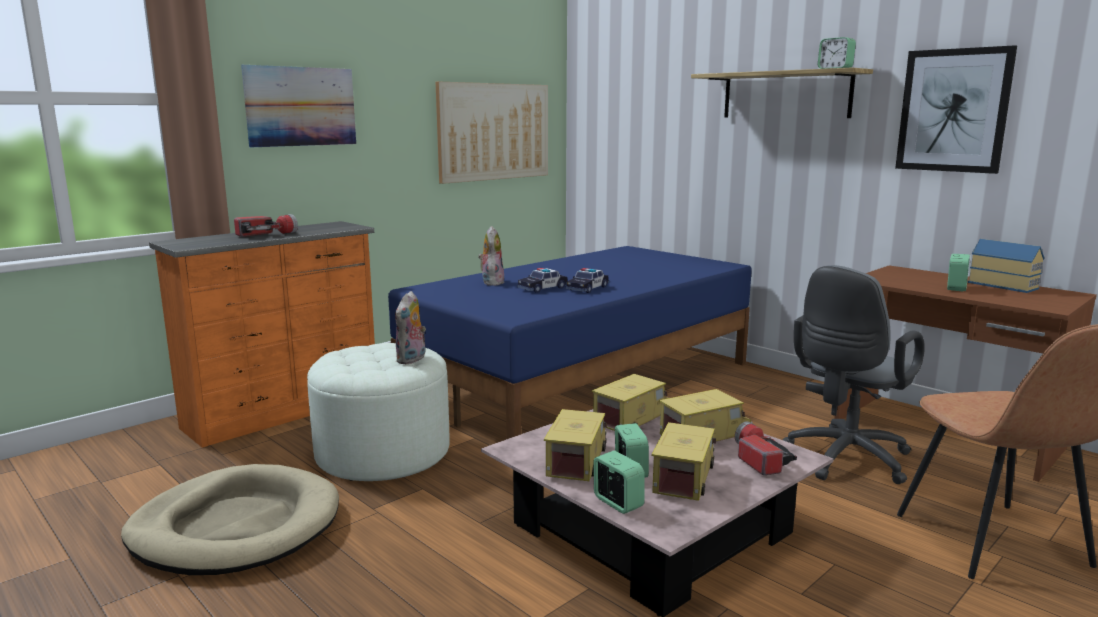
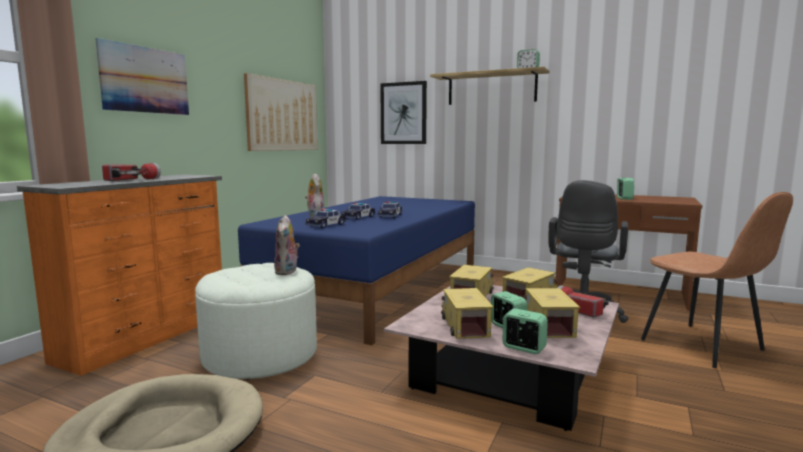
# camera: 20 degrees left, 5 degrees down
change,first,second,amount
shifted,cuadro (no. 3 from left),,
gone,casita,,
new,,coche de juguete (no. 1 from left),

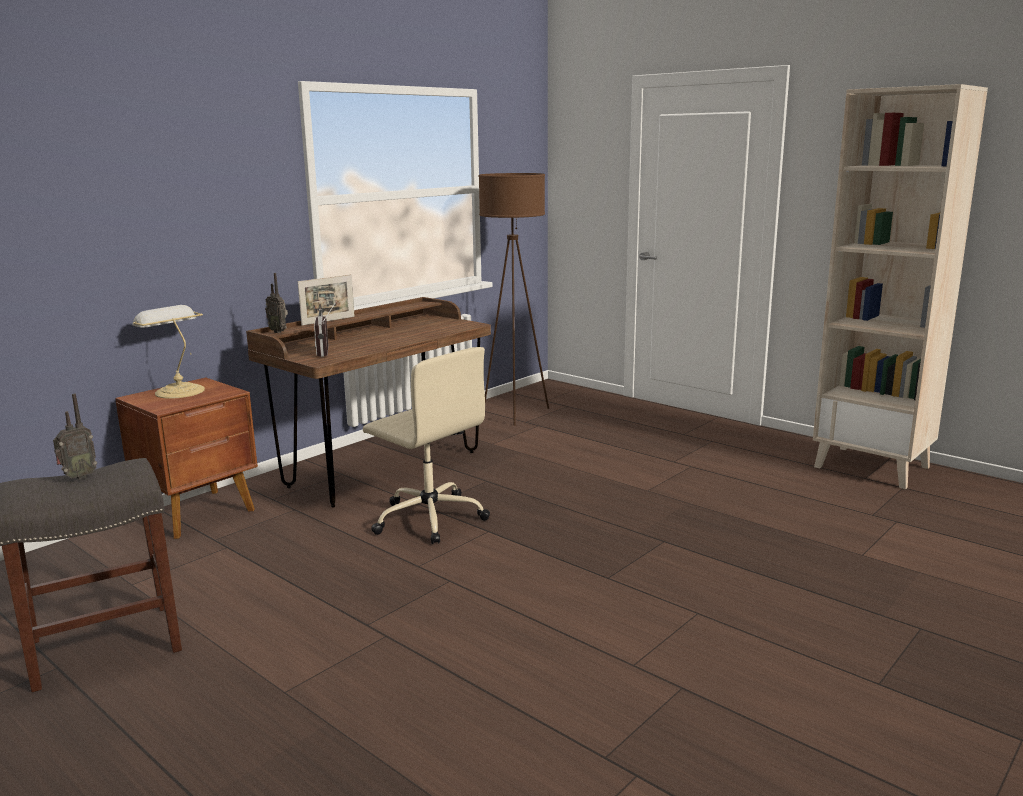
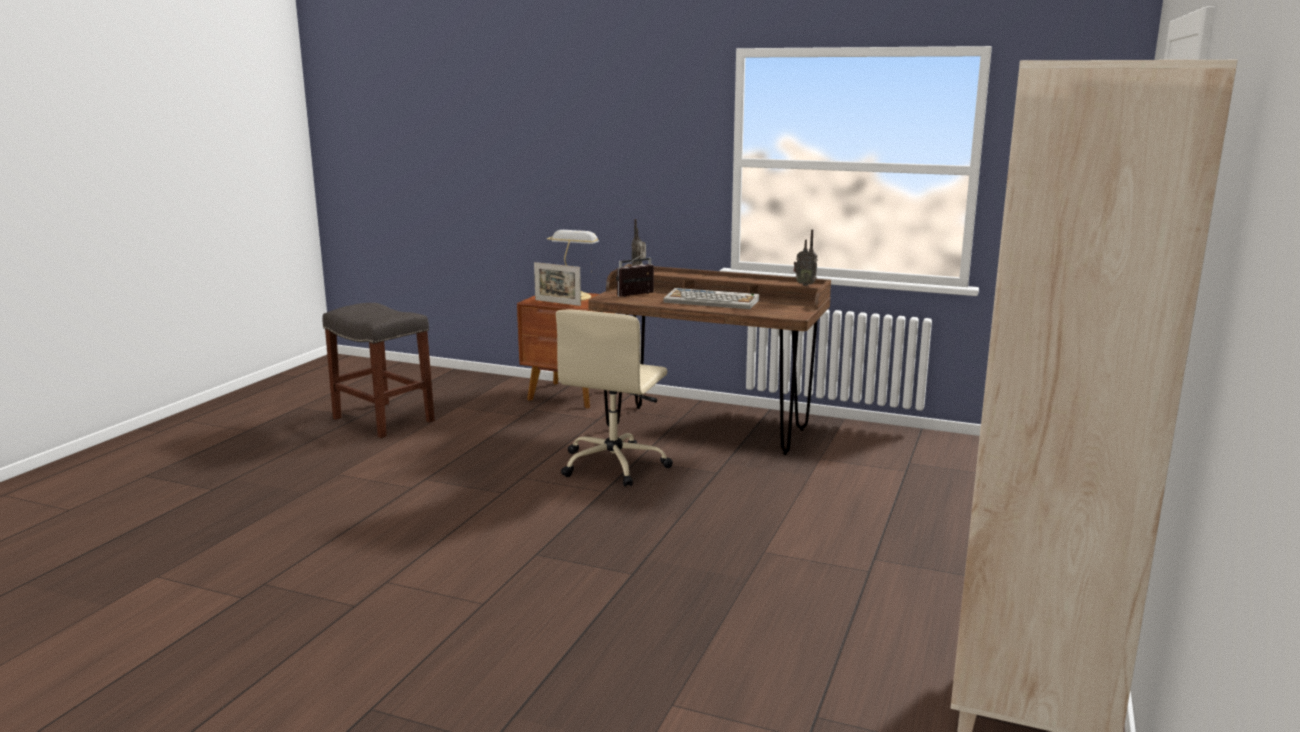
# camera: 70 degrees right, 0 degrees up
change,first,second,amount
shifted,radio (no. 1 from left in the first image),radio (no. 3 from left),
shifted,portarretratos,,
gone,lámpara de pie/marrón,,
new,,teclado,

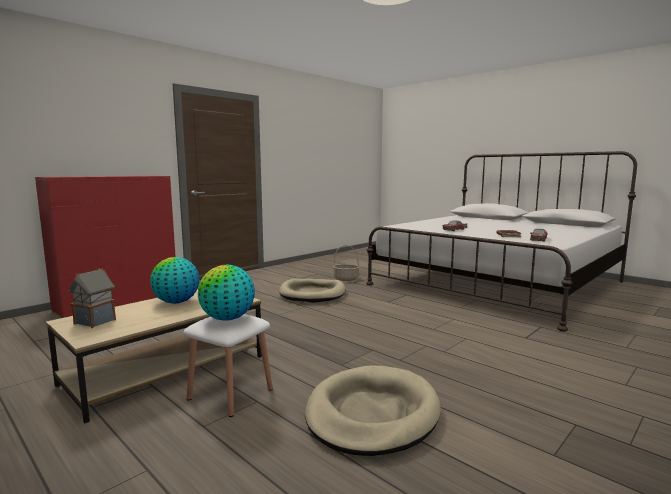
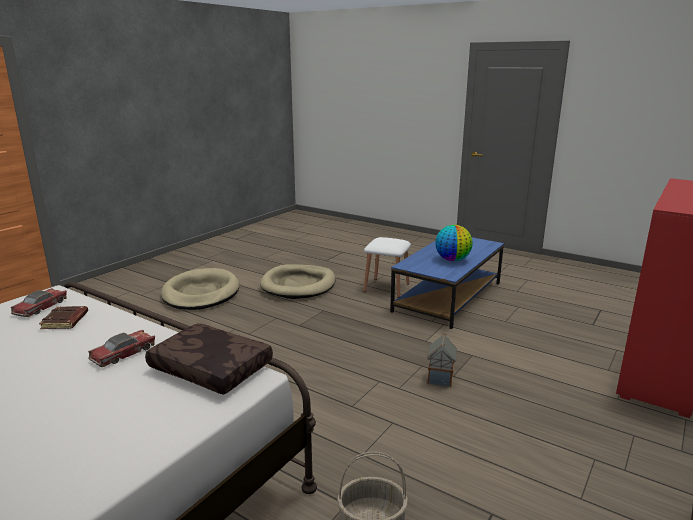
# camera: 170 degrees right, 10 degrees up
change,first,second,amount
repainted,mesa de centro/beis,mesa de centro/azul,
shifted,casita,,
gone,globo terráqueo (no. 2 from left),,
shifted,cama para perro/beis (no. 1 from left),,
new,,cojín/marrón,

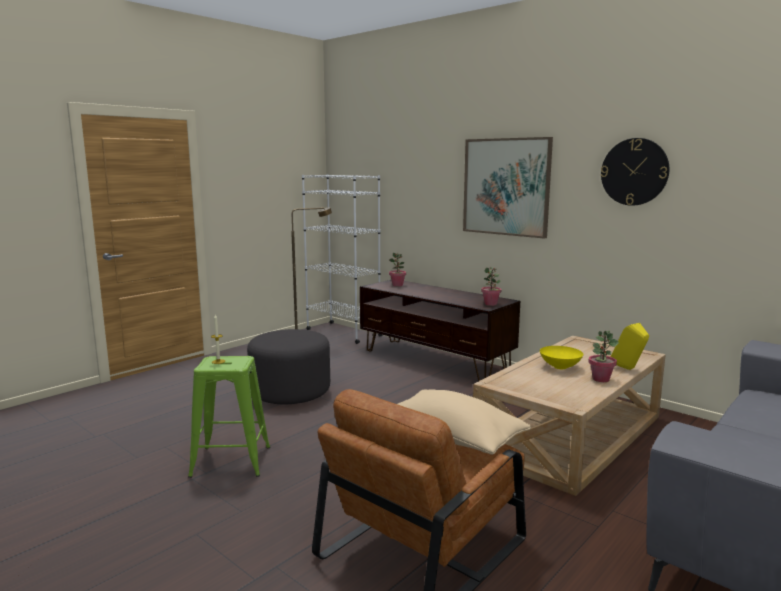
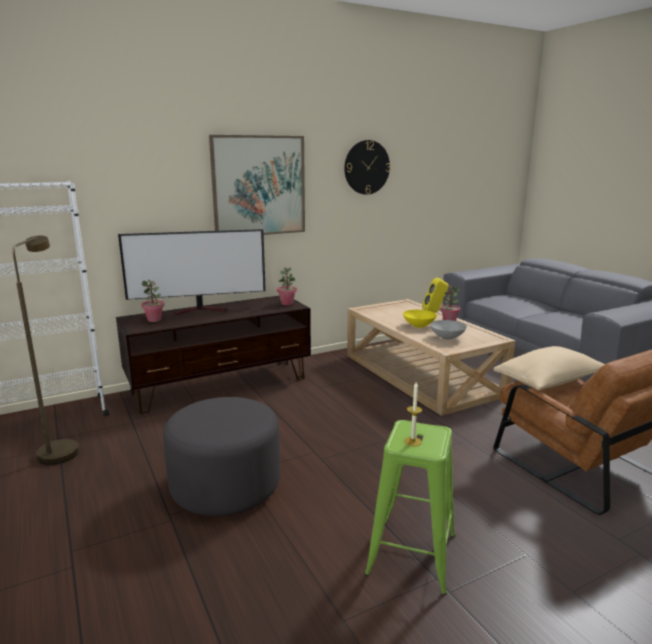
# camera: 70 degrees left, 5 degrees up
change,first,second,amount
new,,televisor,
new,,cuenco/gris,

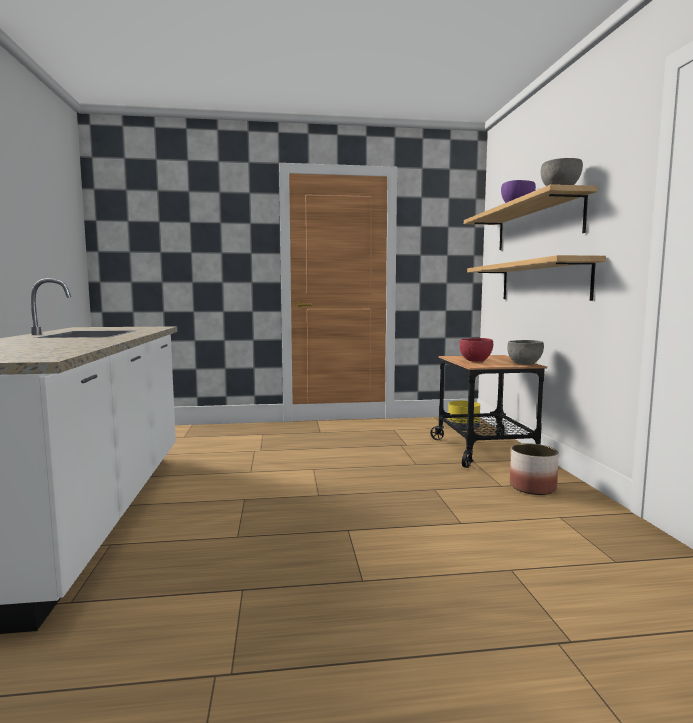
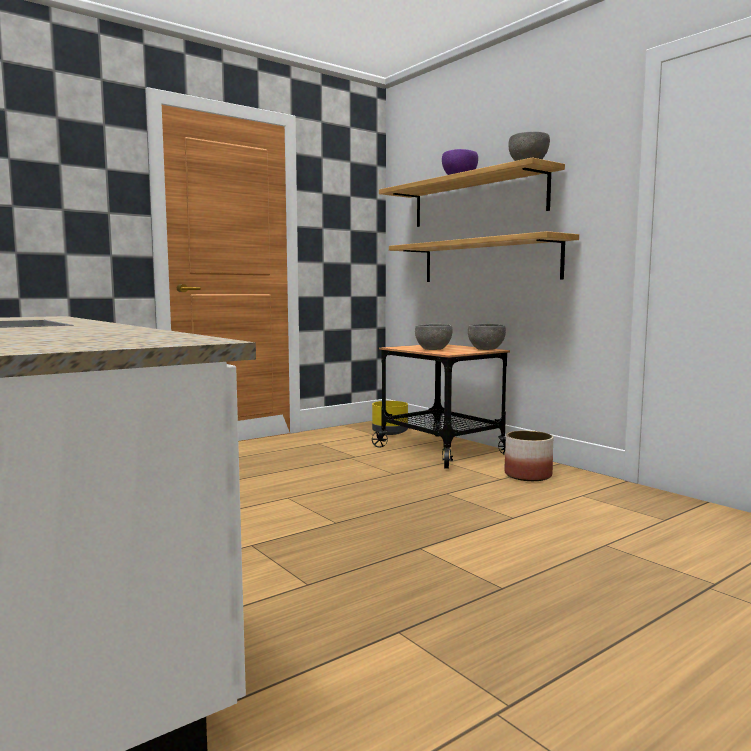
# camera: 30 degrees left, 0 degrees up
change,first,second,amount
repainted,cuenco/rojo,cuenco/gris (no. 1 from left),

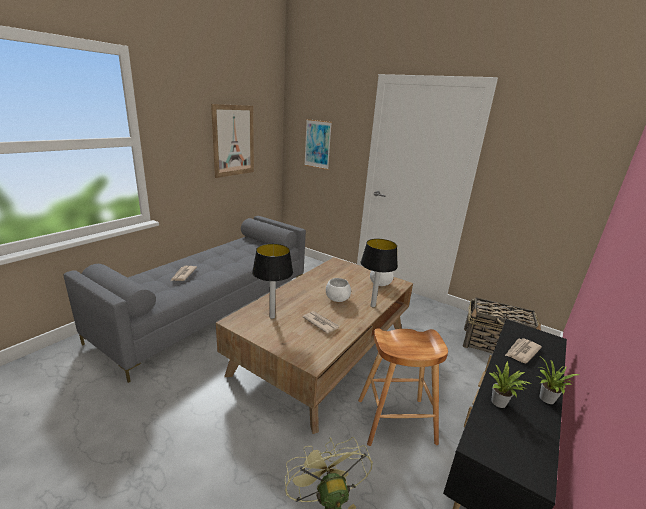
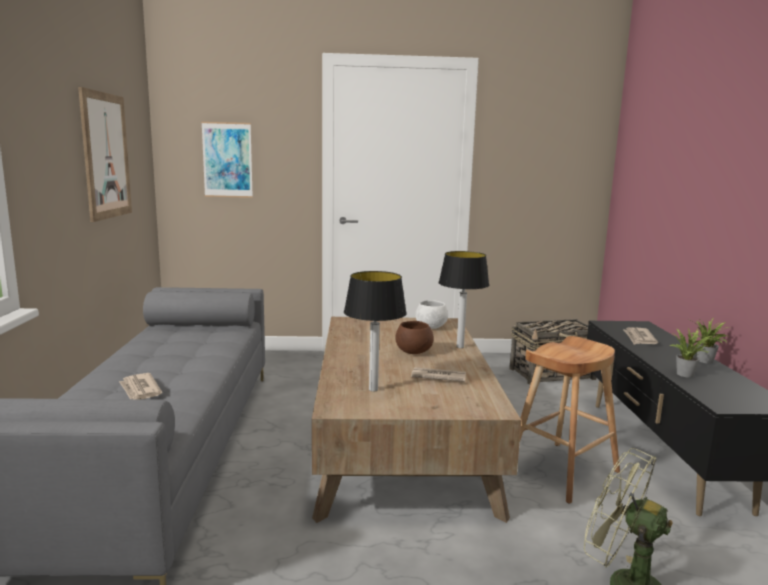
# camera: 35 degrees left, 10 degrees down
change,first,second,amount
repainted,cuenco/blanco (no. 1 from left),cuenco/marrón,

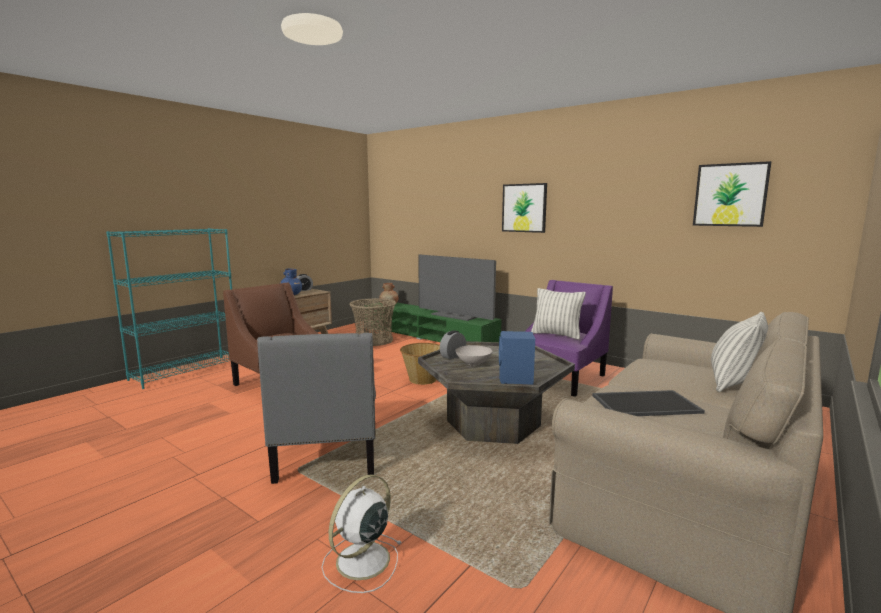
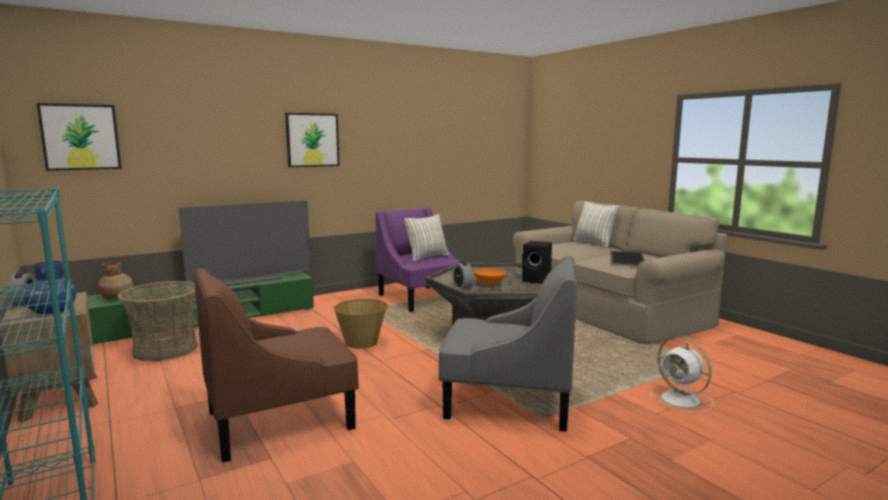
# camera: 70 degrees left, 0 degrees up
change,first,second,amount
repainted,cuenco/blanco,cuenco/naranja,
repainted,altavoz/azul,altavoz/negro,
shifted,cuadro (no. 2 from left in the first image),cuadro (no. 1 from left),

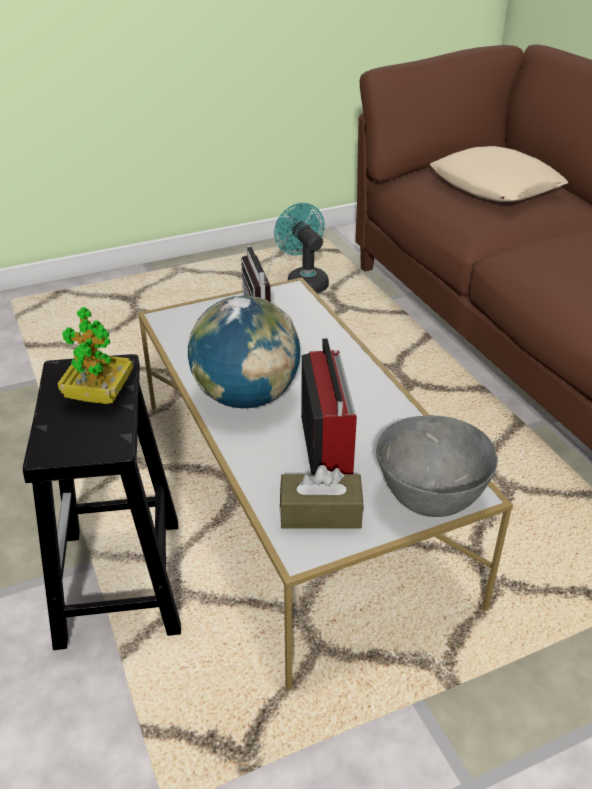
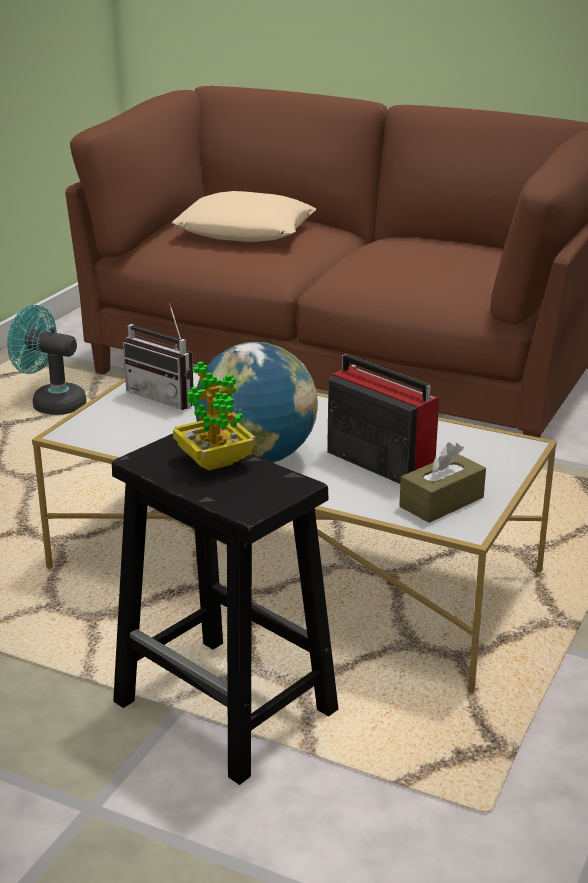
# camera: 40 degrees left, 10 degrees down
change,first,second,amount
gone,cuenco/gris,,

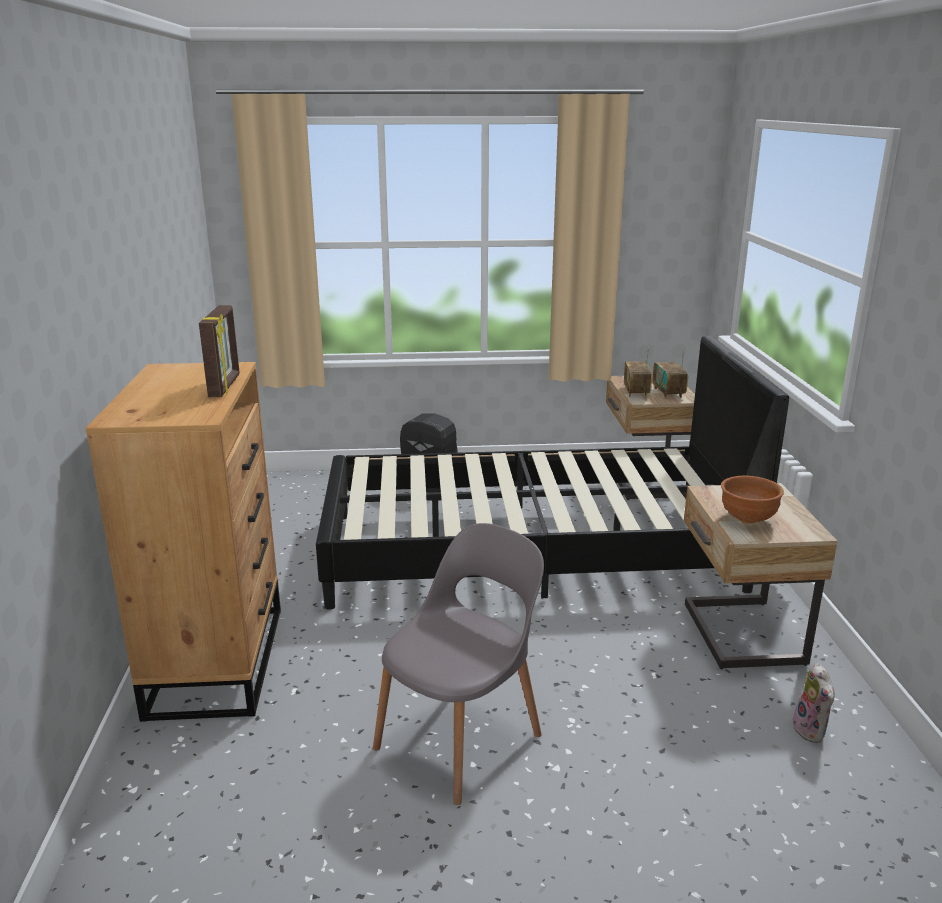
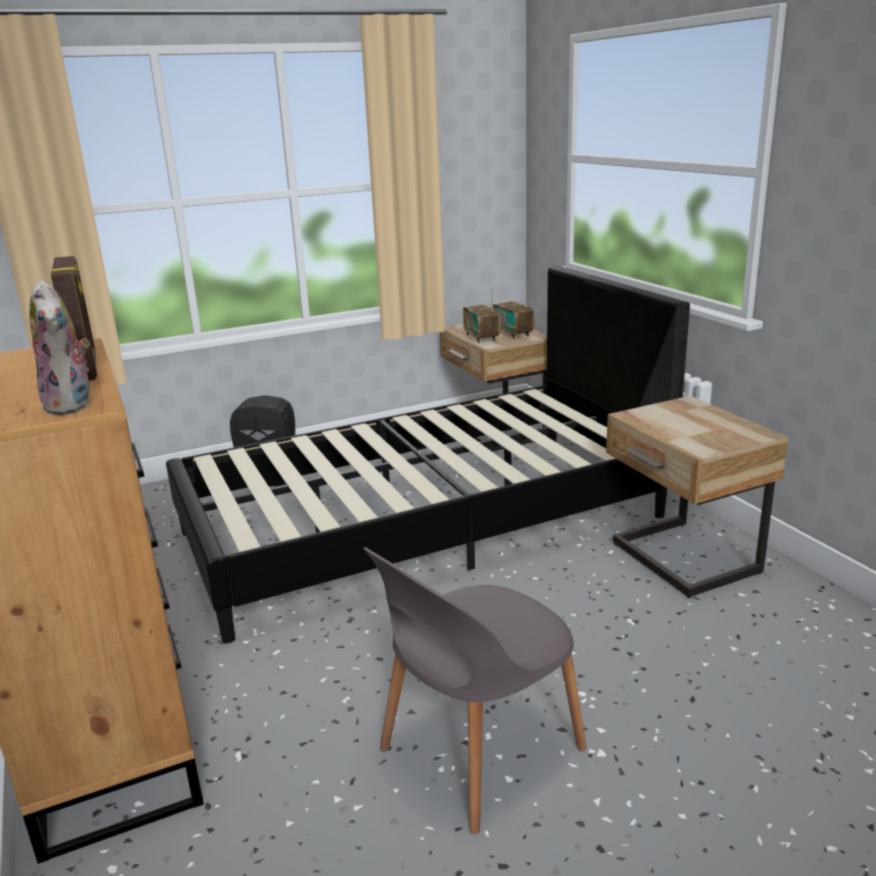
# camera: 20 degrees left, 0 degrees up
change,first,second,amount
rotated,silla/gris,,150 degrees counterclockwise
gone,cuenco/marrón,,
shifted,peluche,,

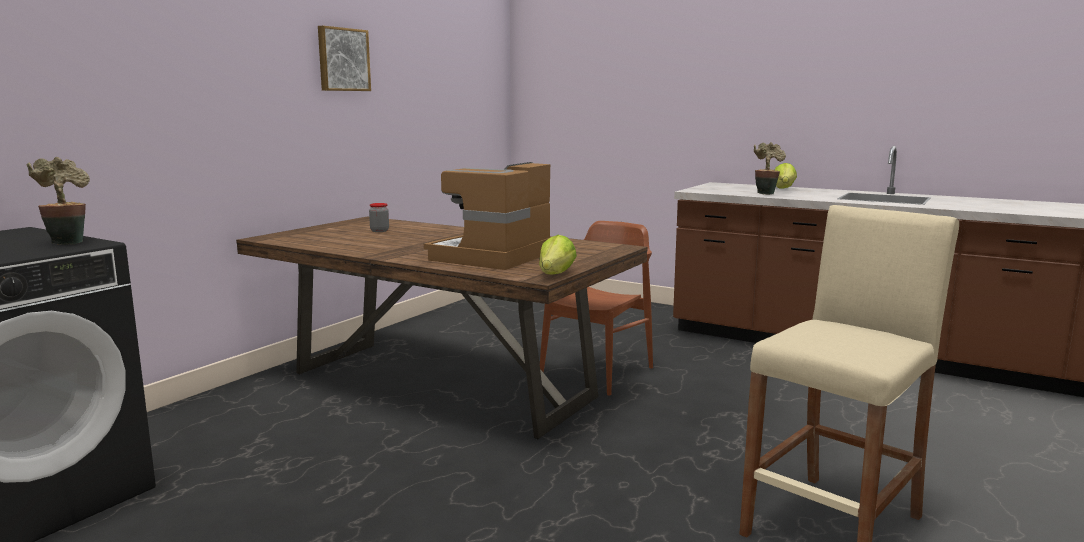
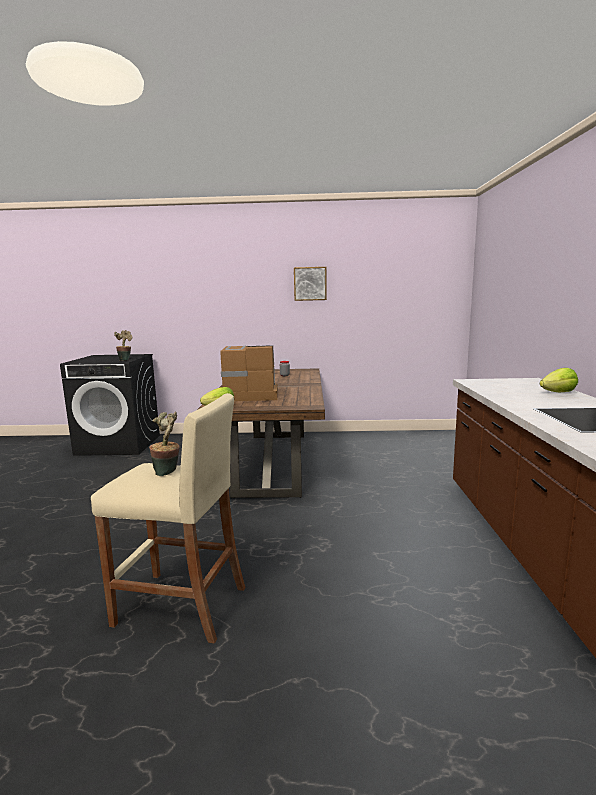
# camera: 60 degrees right, 0 degrees up
change,first,second,amount
gone,silla/marrón,,
shifted,planta en maceta (no. 2 from left),,

